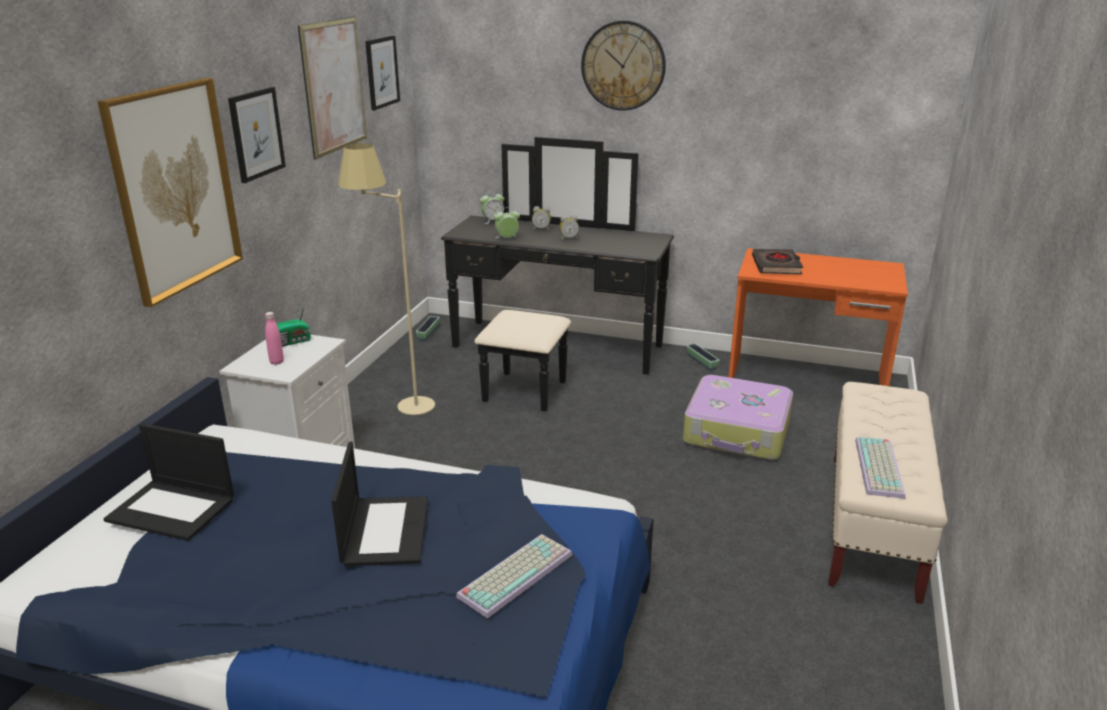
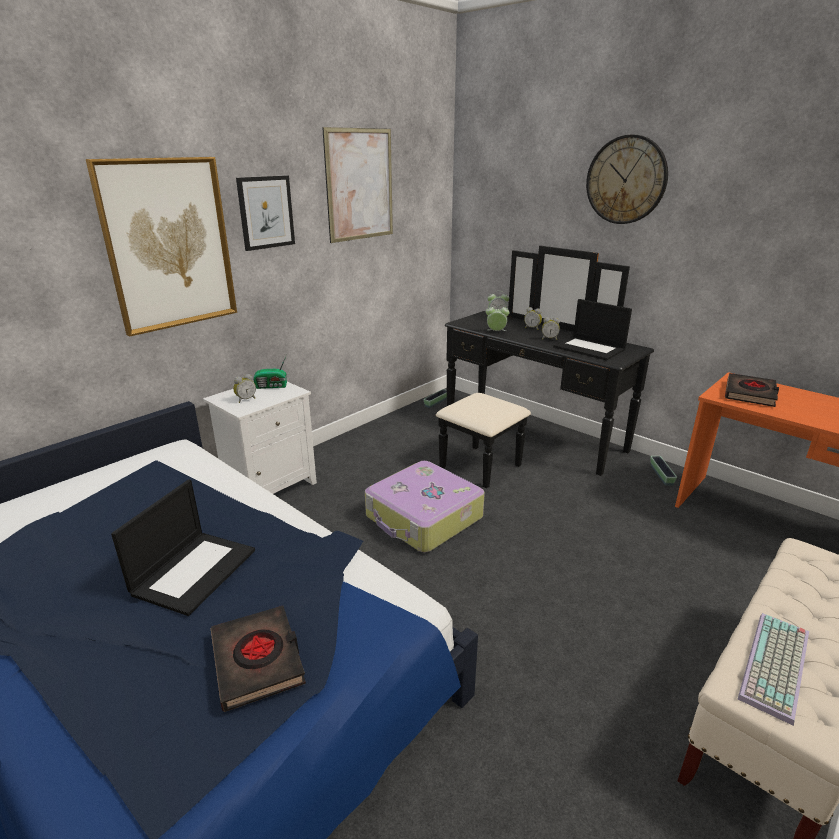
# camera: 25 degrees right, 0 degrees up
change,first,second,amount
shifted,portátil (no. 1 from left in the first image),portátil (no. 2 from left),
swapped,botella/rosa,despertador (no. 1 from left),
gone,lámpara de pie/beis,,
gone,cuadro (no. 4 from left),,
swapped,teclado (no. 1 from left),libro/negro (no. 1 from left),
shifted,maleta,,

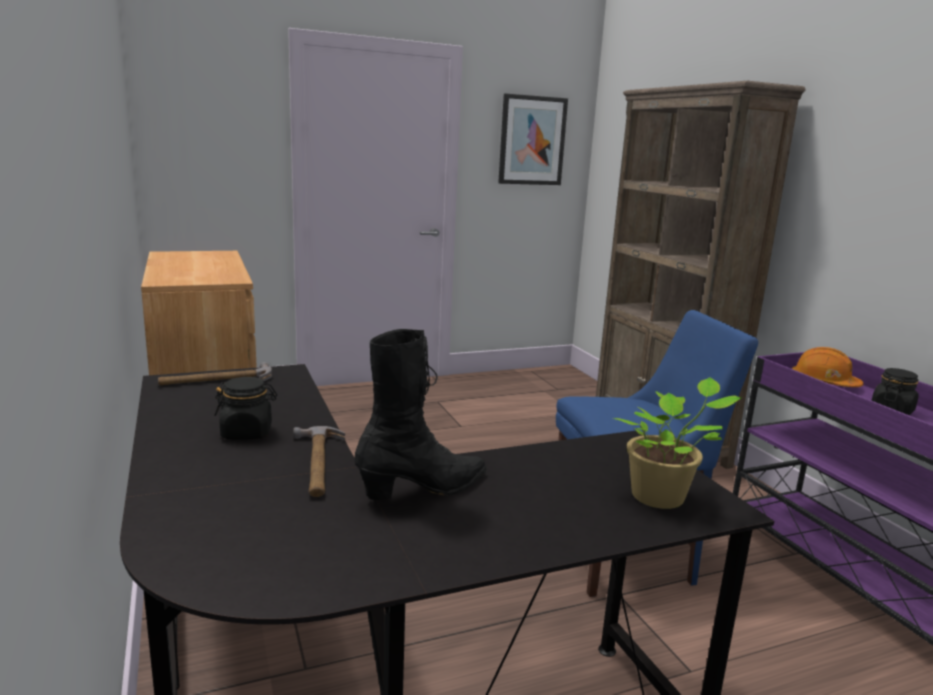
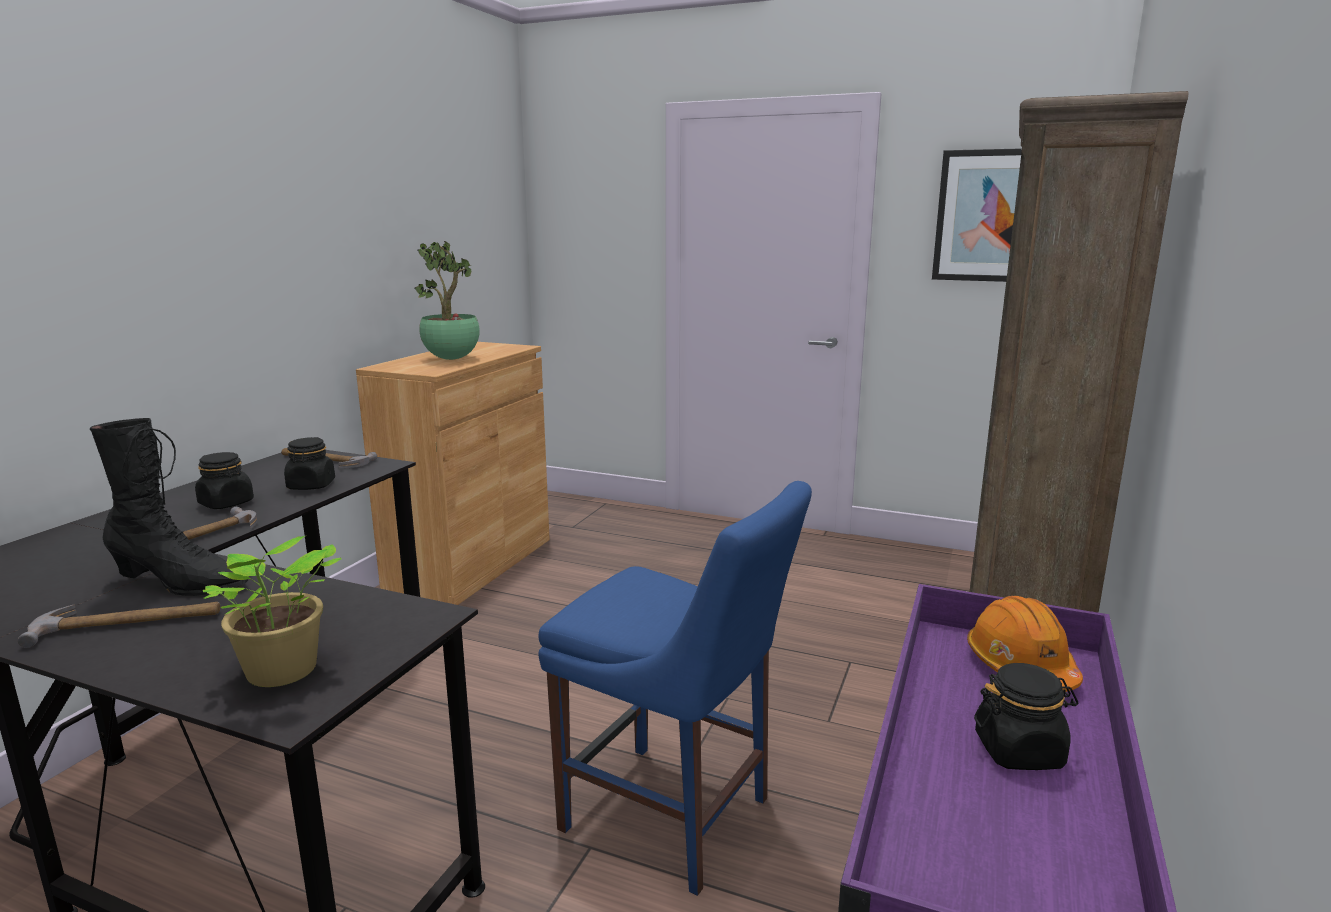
# camera: 45 degrees right, 0 degrees up
change,first,second,amount
new,,martillo (no. 1 from left),
new,,tarro/negro (no. 2 from left),
new,,planta en maceta (no. 2 from left),

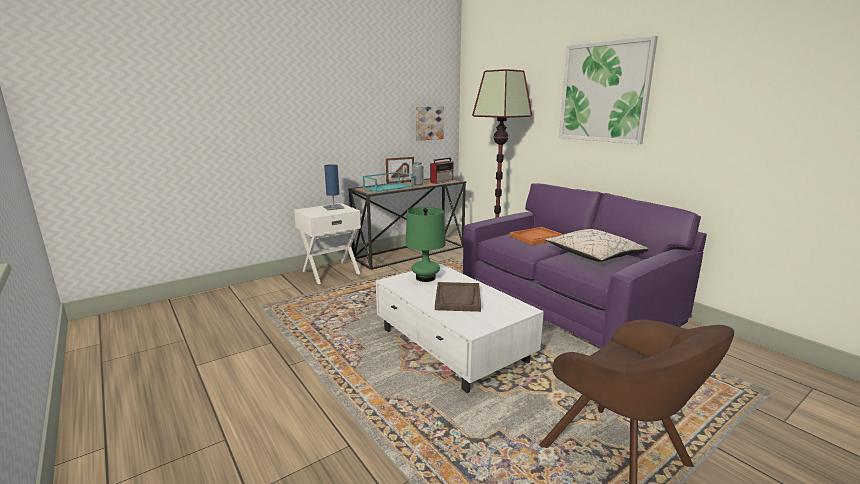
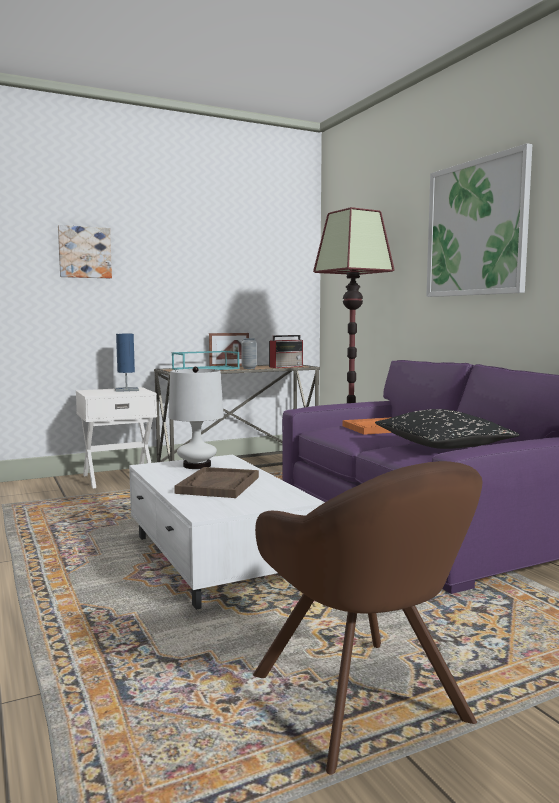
# camera: 10 degrees right, 10 degrees down
change,first,second,amount
repainted,lámpara de mesa/verde,lámpara de mesa/blanco,
shifted,cuadro (no. 1 from left),,
repainted,cojín/beis,cojín/negro,

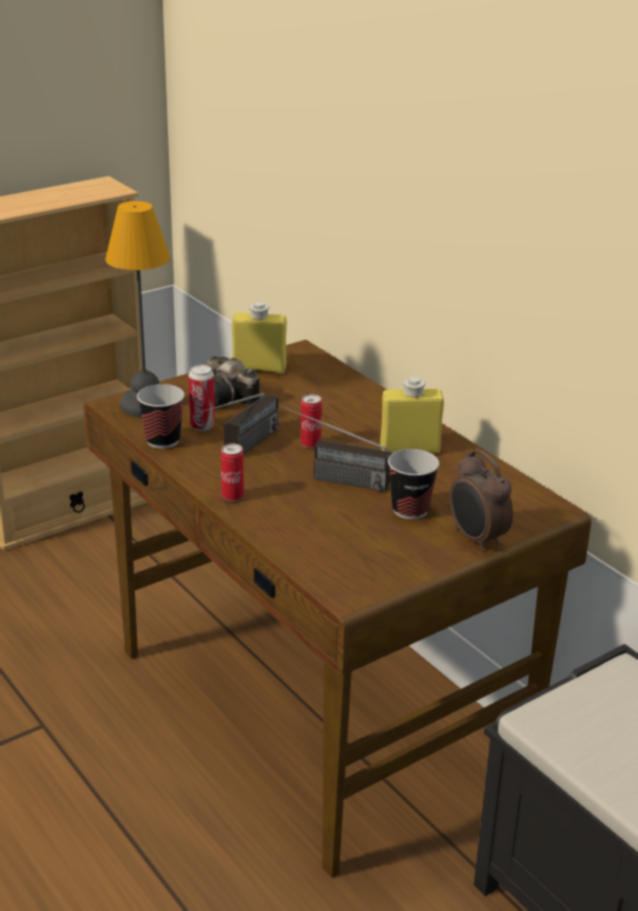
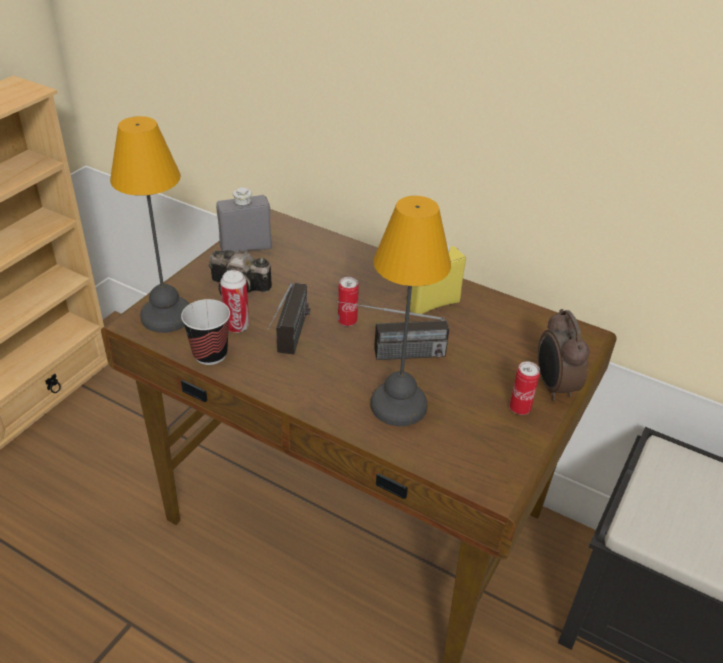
# camera: 25 degrees left, 10 degrees up
change,first,second,amount
shifted,lata (no. 2 from left in the first image),lata (no. 3 from left),
repainted,botella/amarillo (no. 1 from left),botella/gris,
gone,taza (no. 2 from left),,
rotated,despertador,,45 degrees clockwise
new,,lámpara de mesa (no. 2 from left),

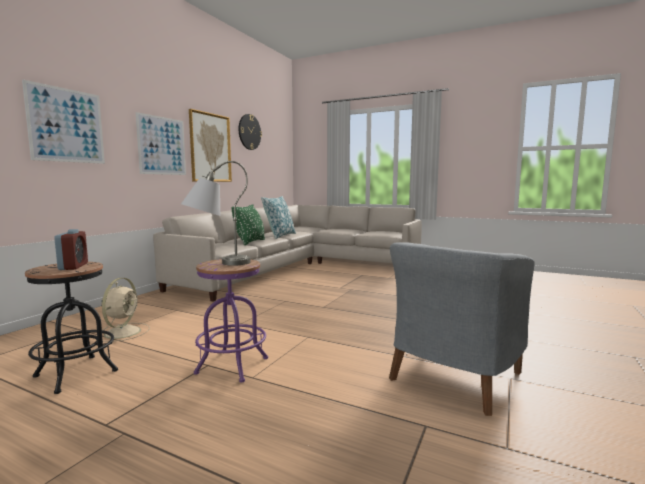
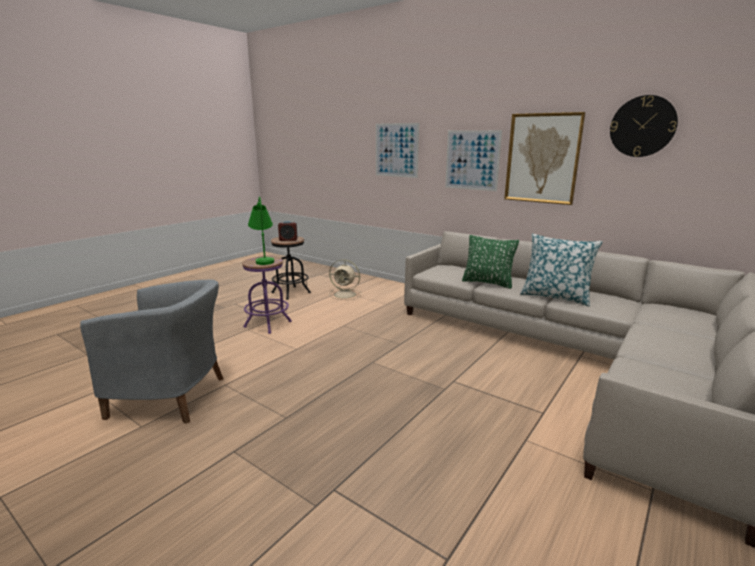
# camera: 100 degrees right, 10 degrees up
change,first,second,amount
repainted,lámpara de mesa/gris,lámpara de mesa/verde,
rotated,sillón/gris,,135 degrees clockwise

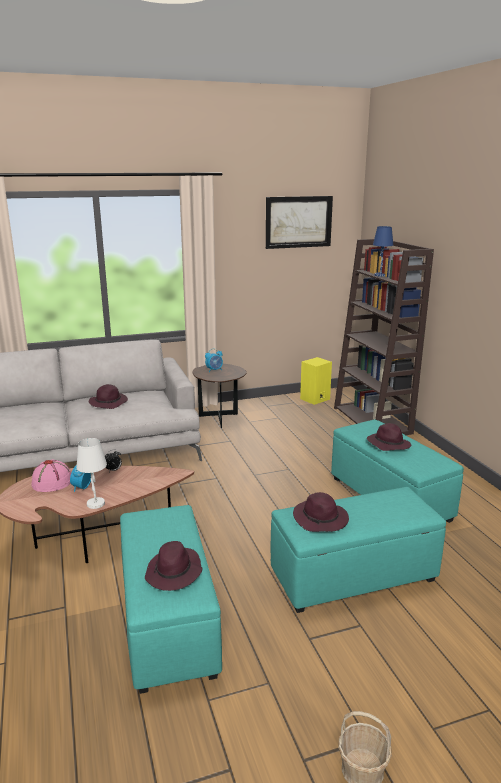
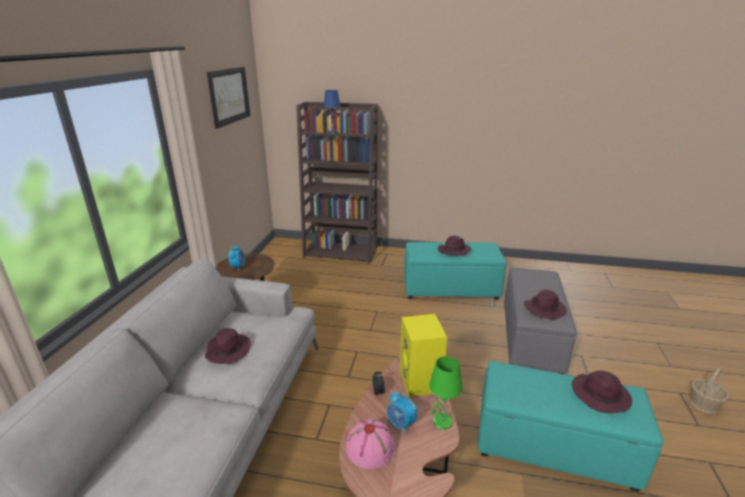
# camera: 60 degrees left, 5 degrees up
change,first,second,amount
repainted,lámpara de mesa/blanco,lámpara de mesa/verde,
repainted,puf/turquesa (no. 2 from left),puf/gris,
shifted,altavoz/amarillo,,

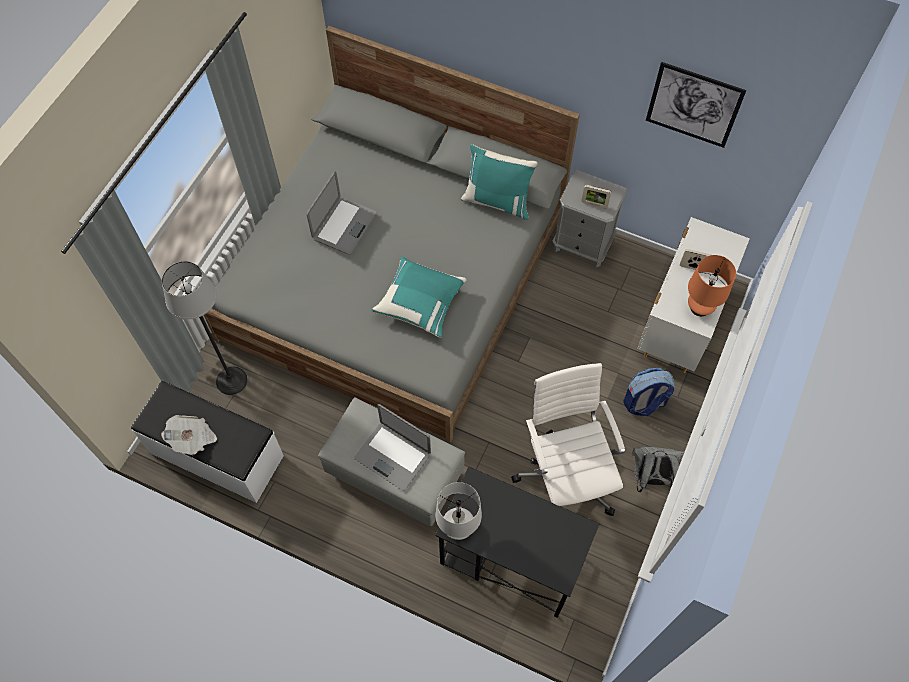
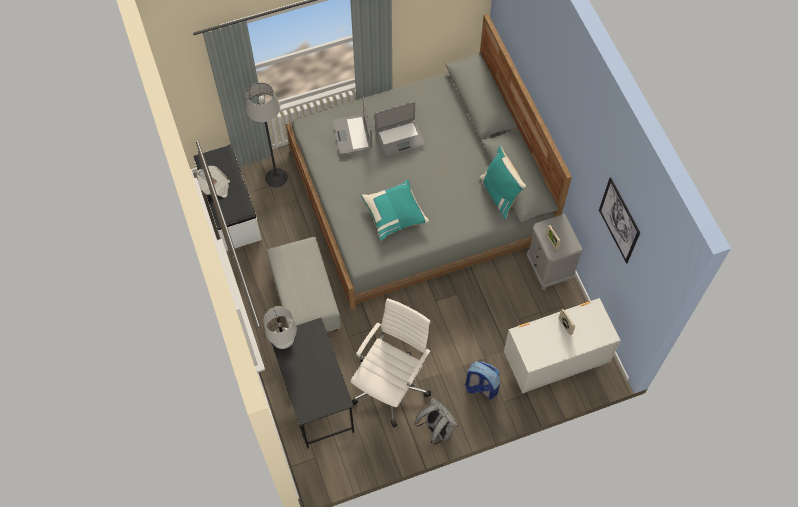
# camera: 45 degrees right, 0 degrees up
change,first,second,amount
shifted,portátil (no. 2 from left in the first image),portátil (no. 1 from left),
gone,lámpara de mesa/naranja,,

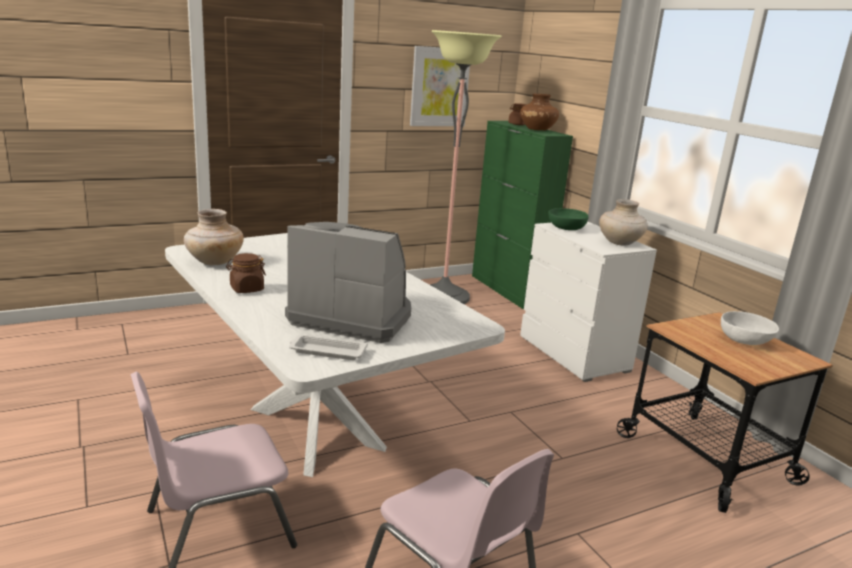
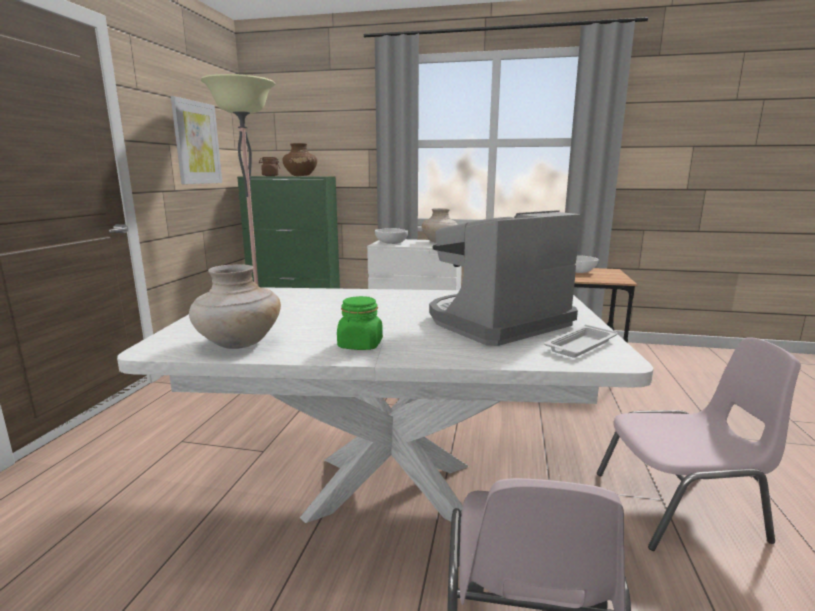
# camera: 50 degrees left, 5 degrees down
change,first,second,amount
repainted,tarro/marrón (no. 1 from left),tarro/verde,
repainted,cuenco/verde,cuenco/blanco (no. 1 from left),

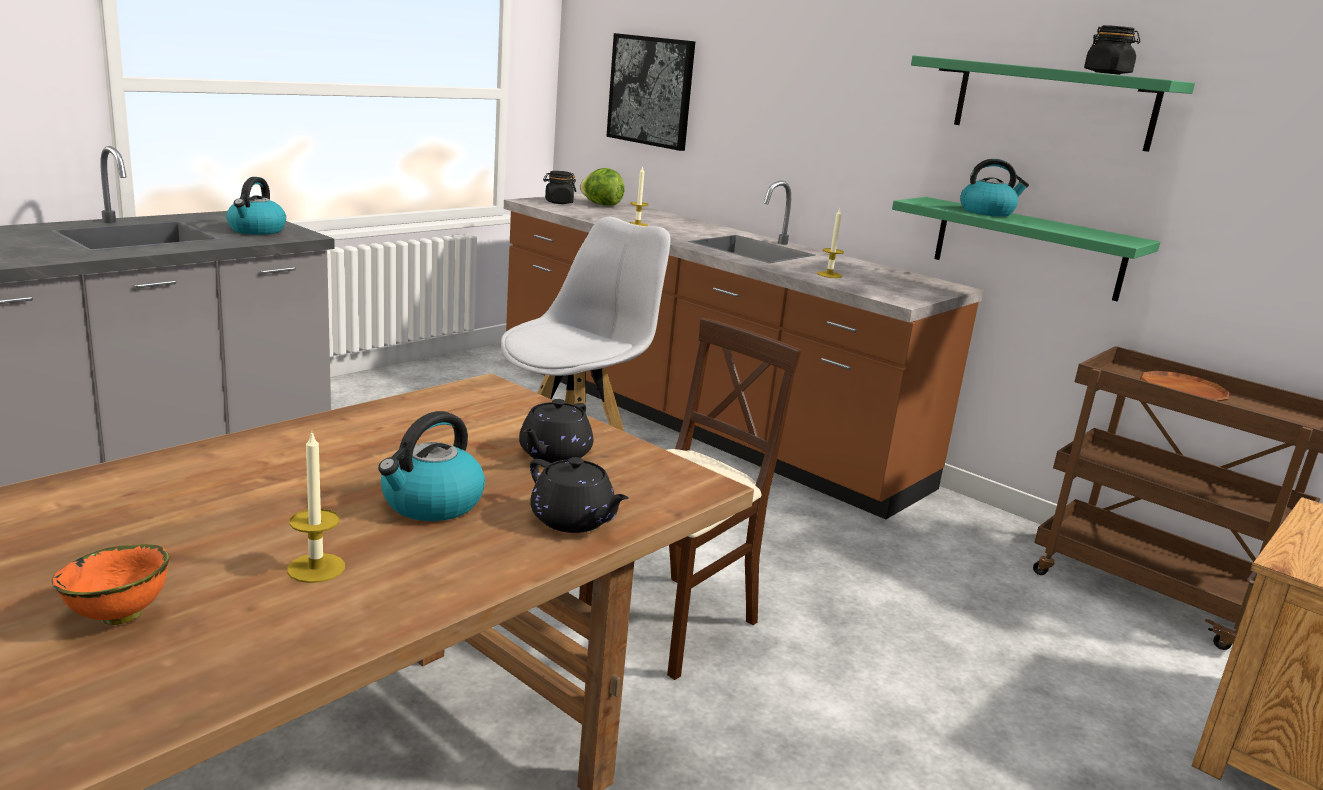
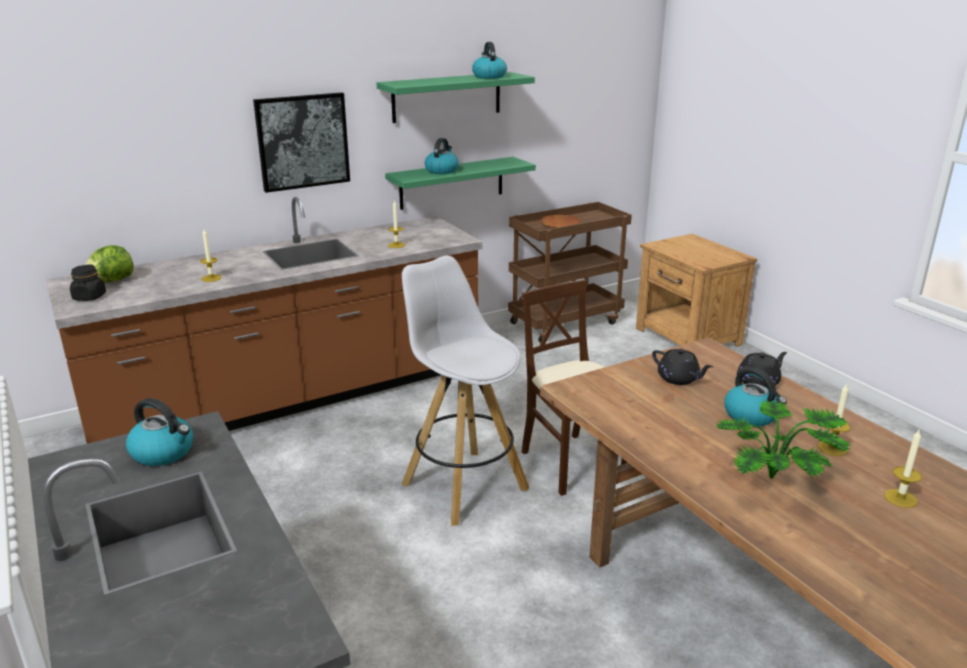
# camera: 70 degrees left, 5 degrees up
change,first,second,amount
swapped,cuenco/naranja,vela (no. 4 from left),
shifted,cuadro,,
swapped,tarro/negro (no. 2 from left),hervidor (no. 3 from left),
new,,planta en maceta,

